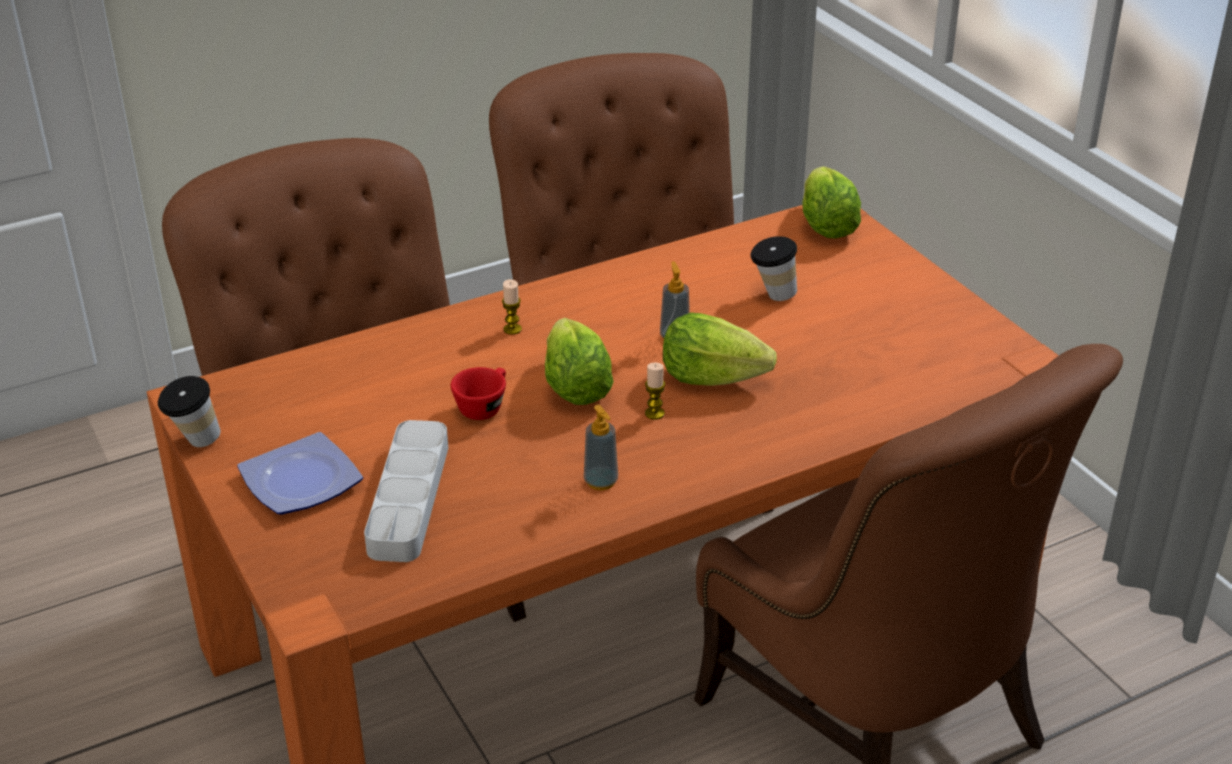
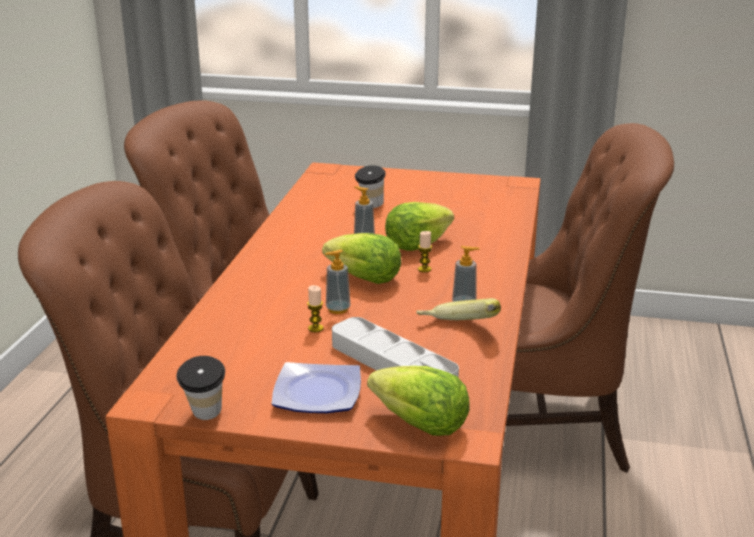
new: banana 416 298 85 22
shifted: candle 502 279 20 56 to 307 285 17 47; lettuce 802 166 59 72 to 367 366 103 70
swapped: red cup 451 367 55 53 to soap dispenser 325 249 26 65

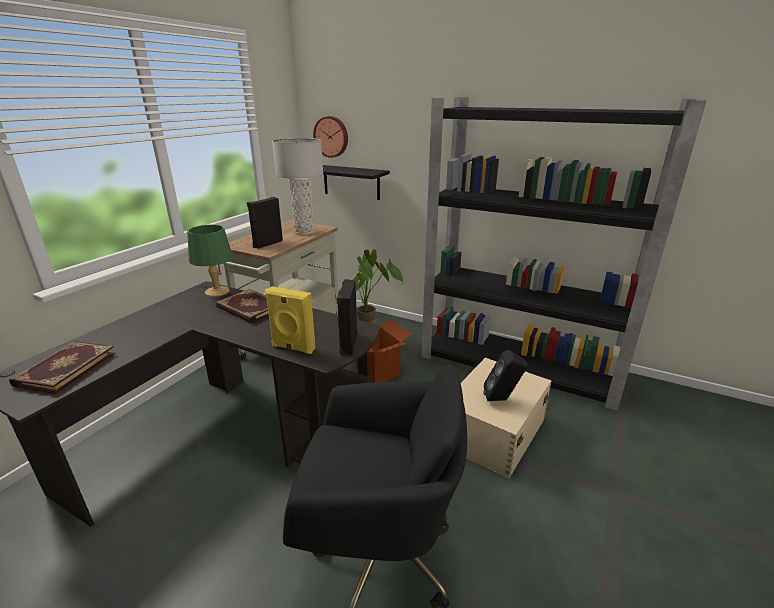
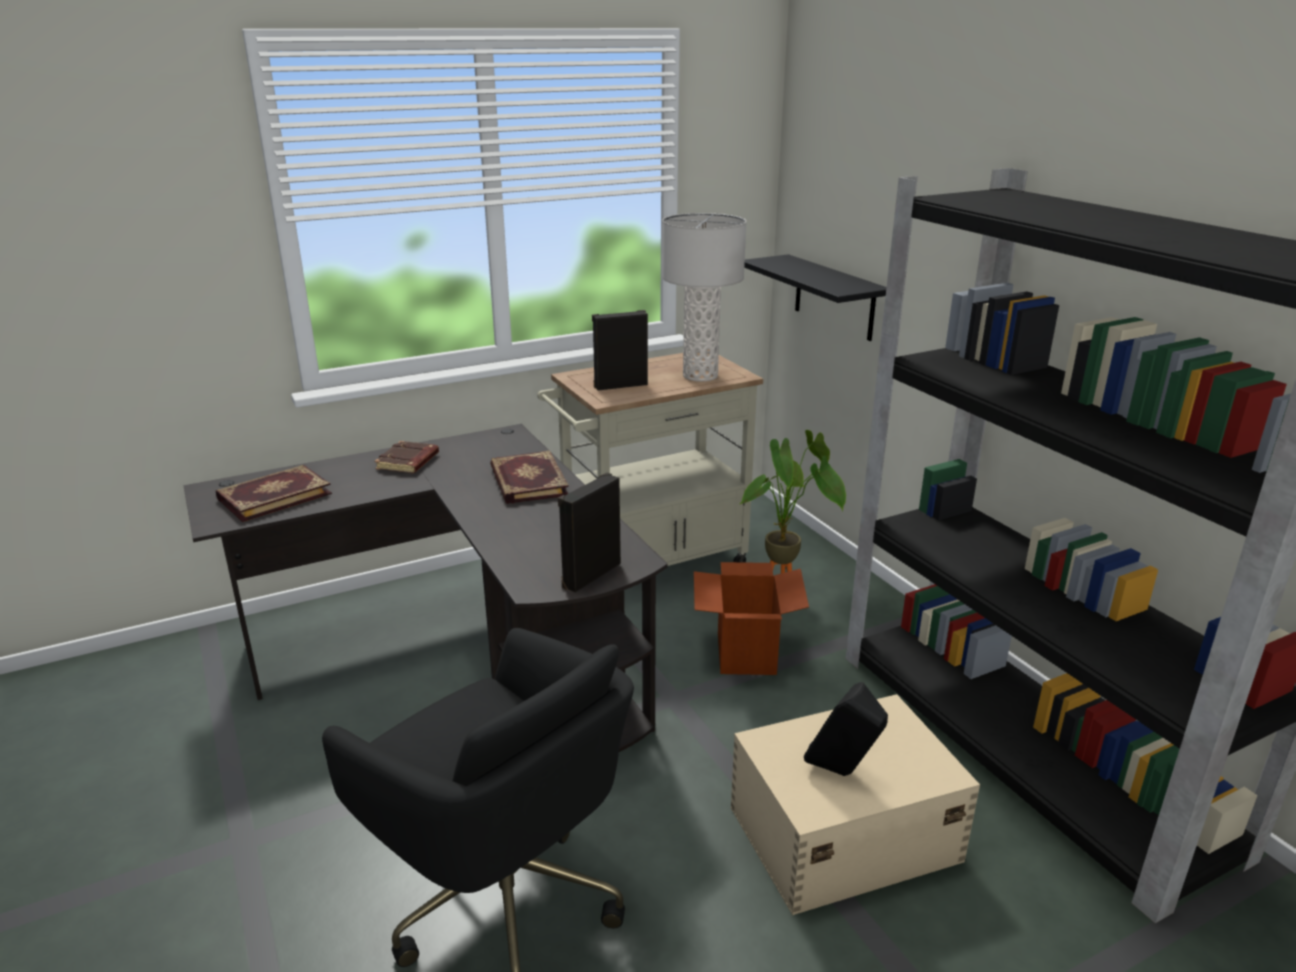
gone: green table lamp 187 224 46 73; yellow speaker 265 286 51 68; wall clock 313 116 35 42
new: brown book 375 441 64 32

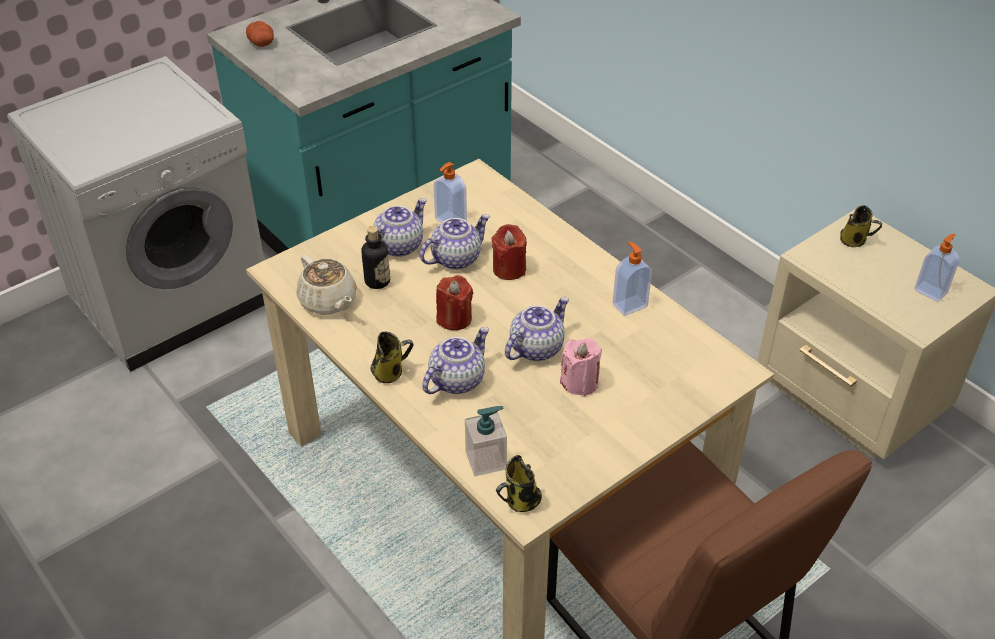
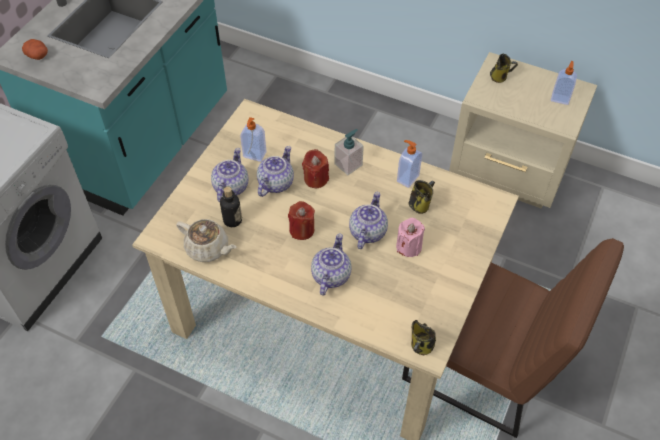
shifted: mug 370 332 44 51 to 409 180 26 34; soap dispenser 465 406 42 70 to 335 129 29 46

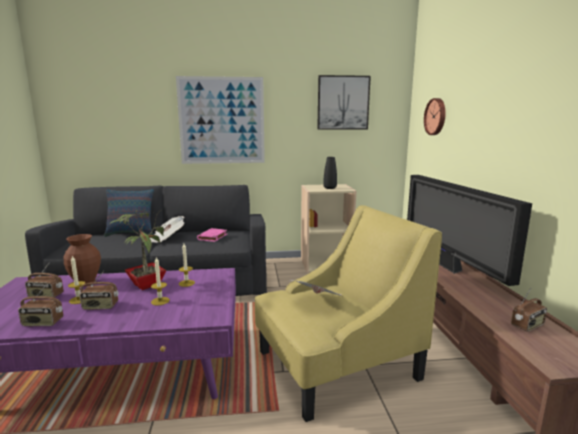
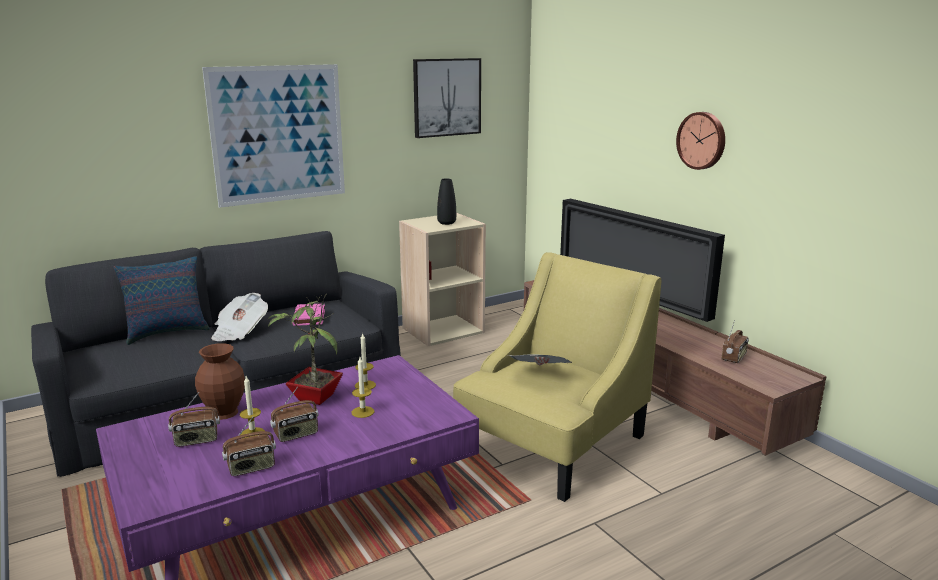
shifted: wall clock 424 98 22 37 to 676 112 49 58

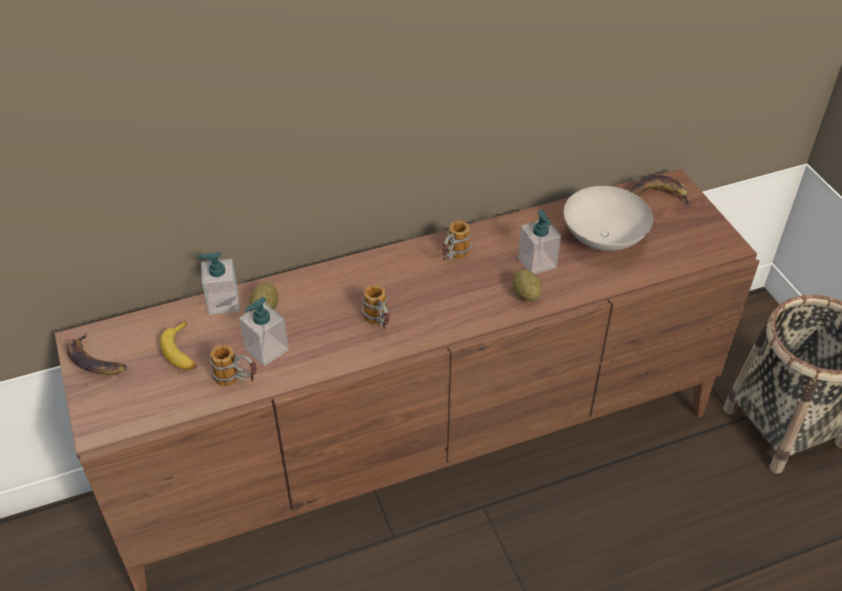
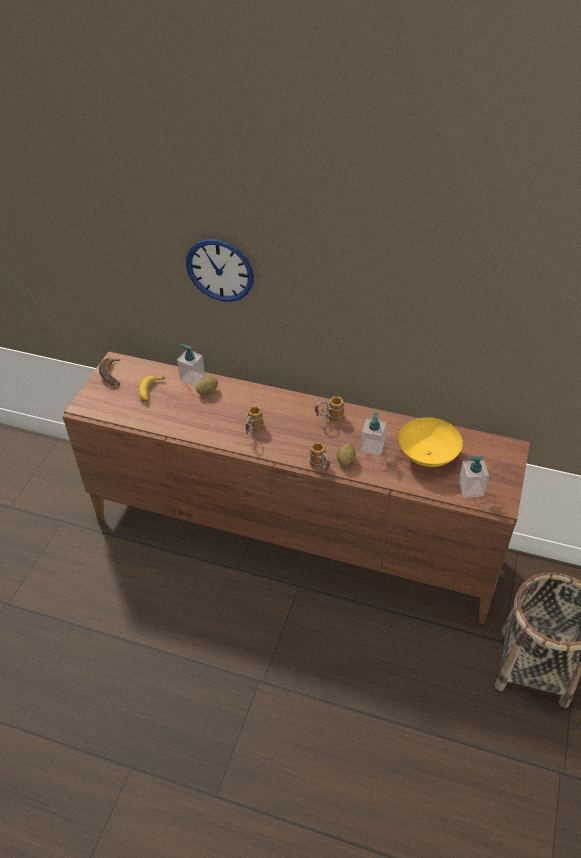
gone: banana 629 175 61 32
new: wall clock 186 239 68 63
shifted: mug 210 345 47 41 to 309 442 21 29; soap dispenser 239 297 50 69 to 458 456 31 42
repainted: white bowl 564 186 89 65 to yellow bowl 398 417 65 50

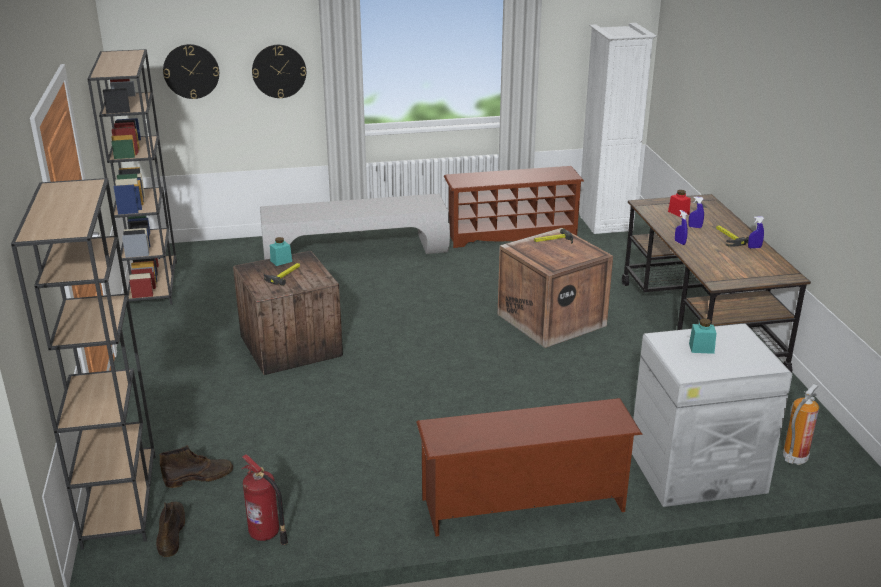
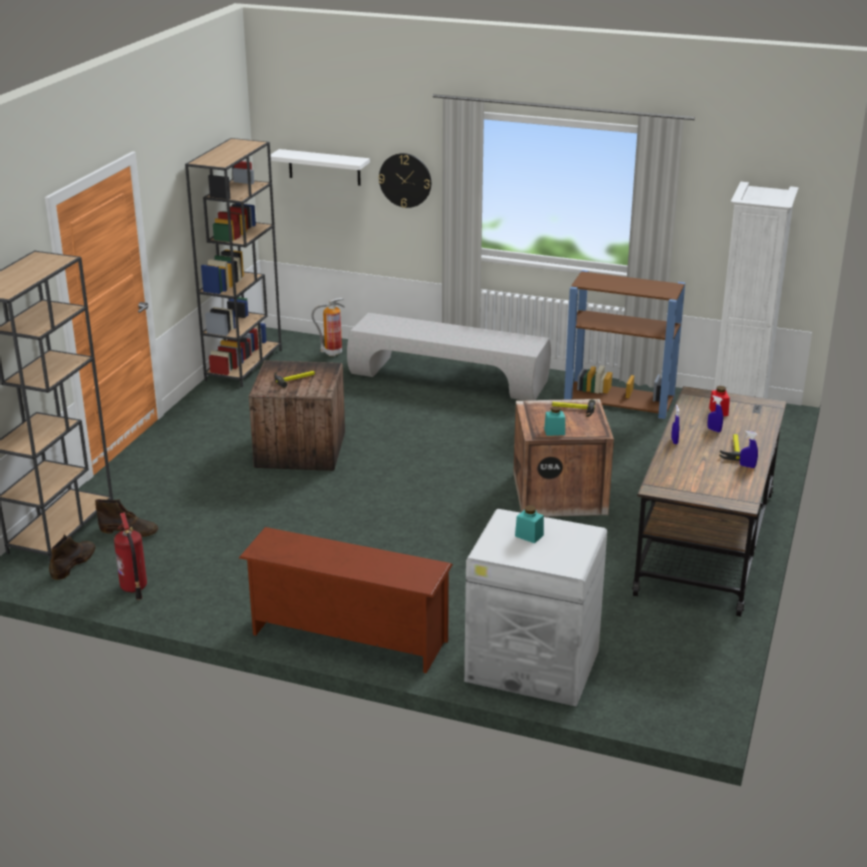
shifted: turquoise jar 270 237 22 29 to 544 406 21 30; fire extinguisher 783 383 36 82 to 311 298 33 58
swapped: wall clock 163 44 56 55 to white shelf 270 149 100 37; brown shoe rack 444 166 140 82 to brown bookcase 564 270 121 149

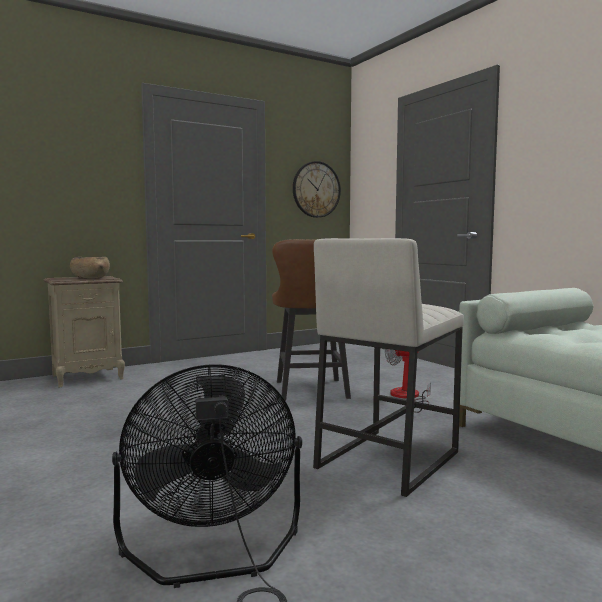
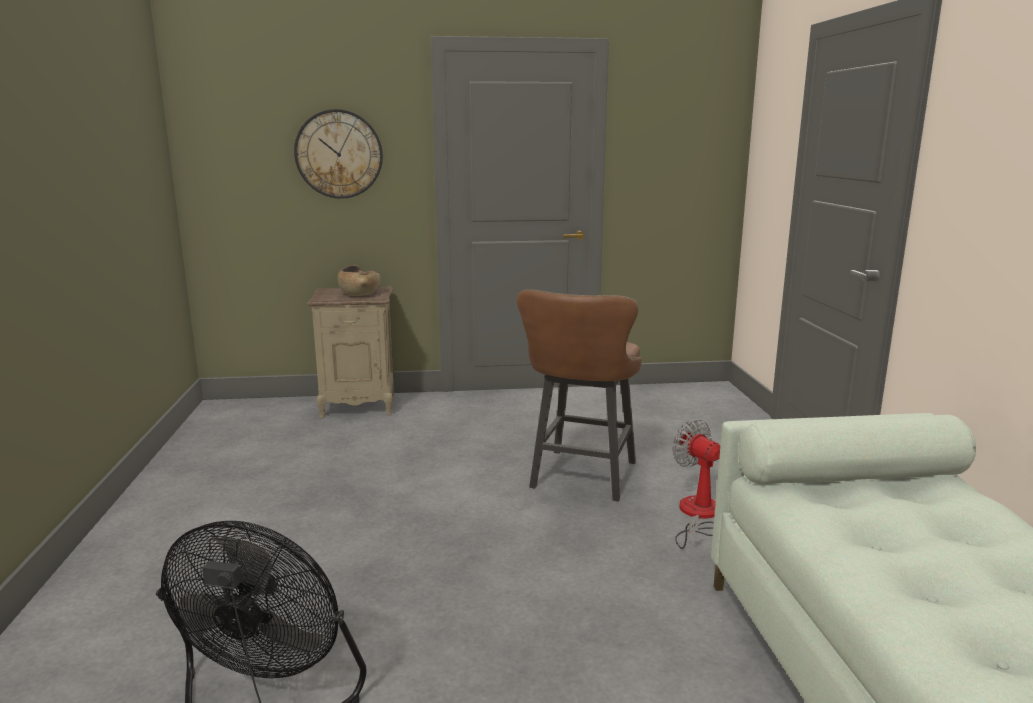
gone: beige stool 313 238 151 259
shifted: wall clock 293 161 48 57 to 294 109 89 90

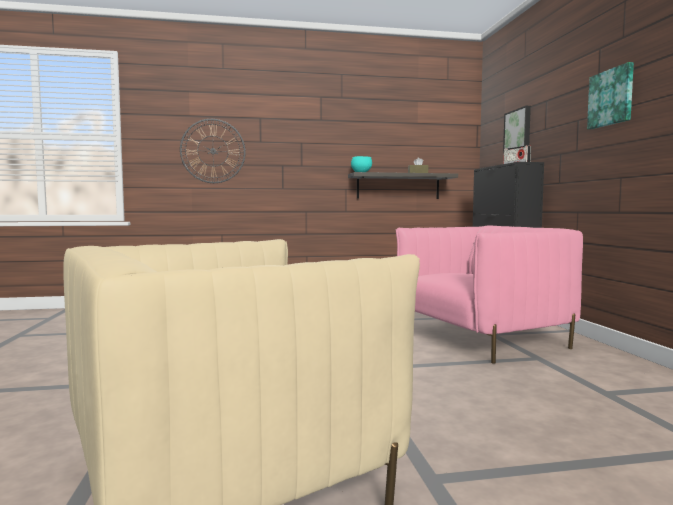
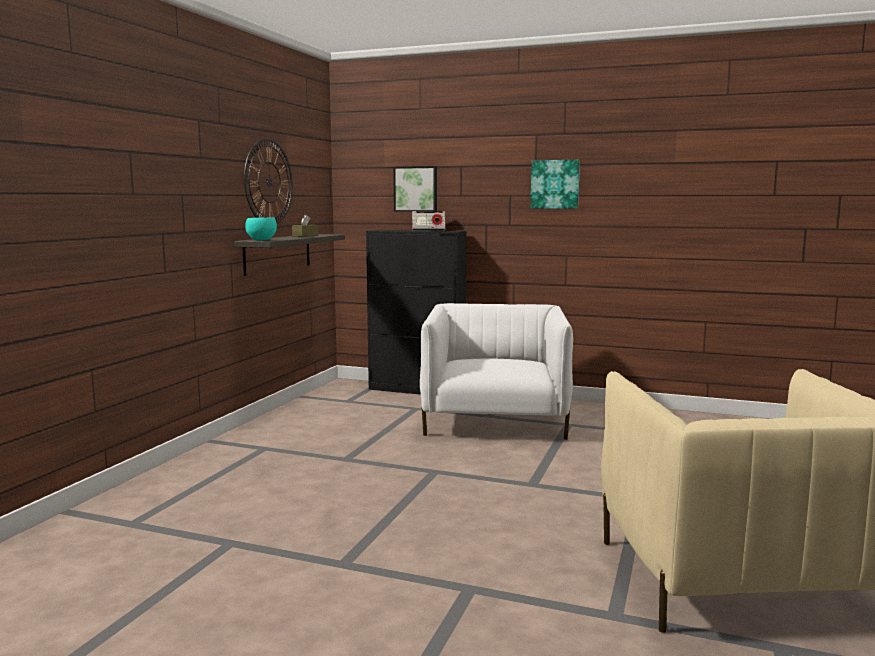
shifted: wall clock 180 119 66 64 to 244 139 49 85
repainted: pink armchair 396 225 187 138 to white armchair 420 303 153 137

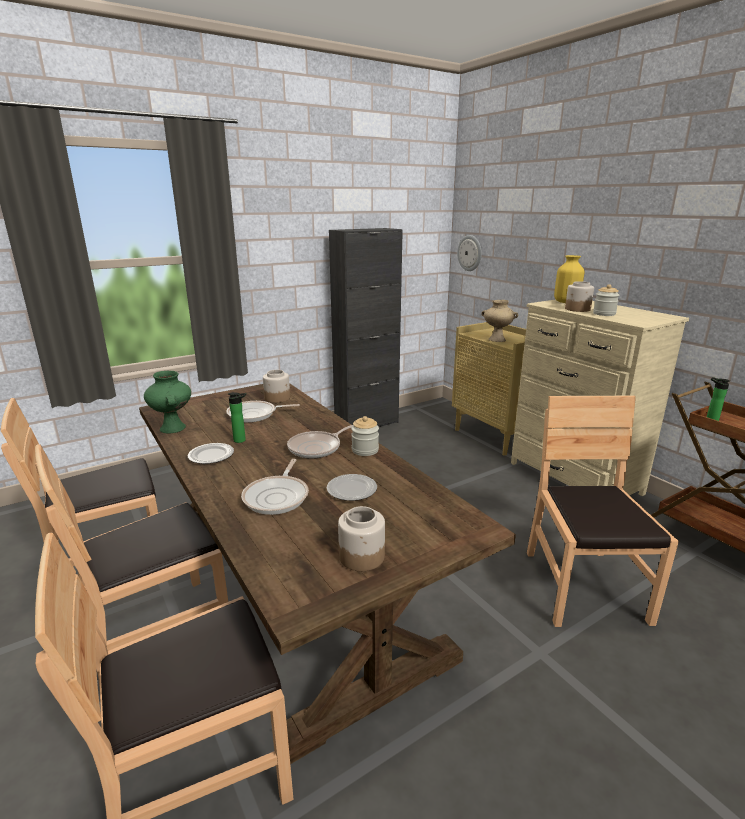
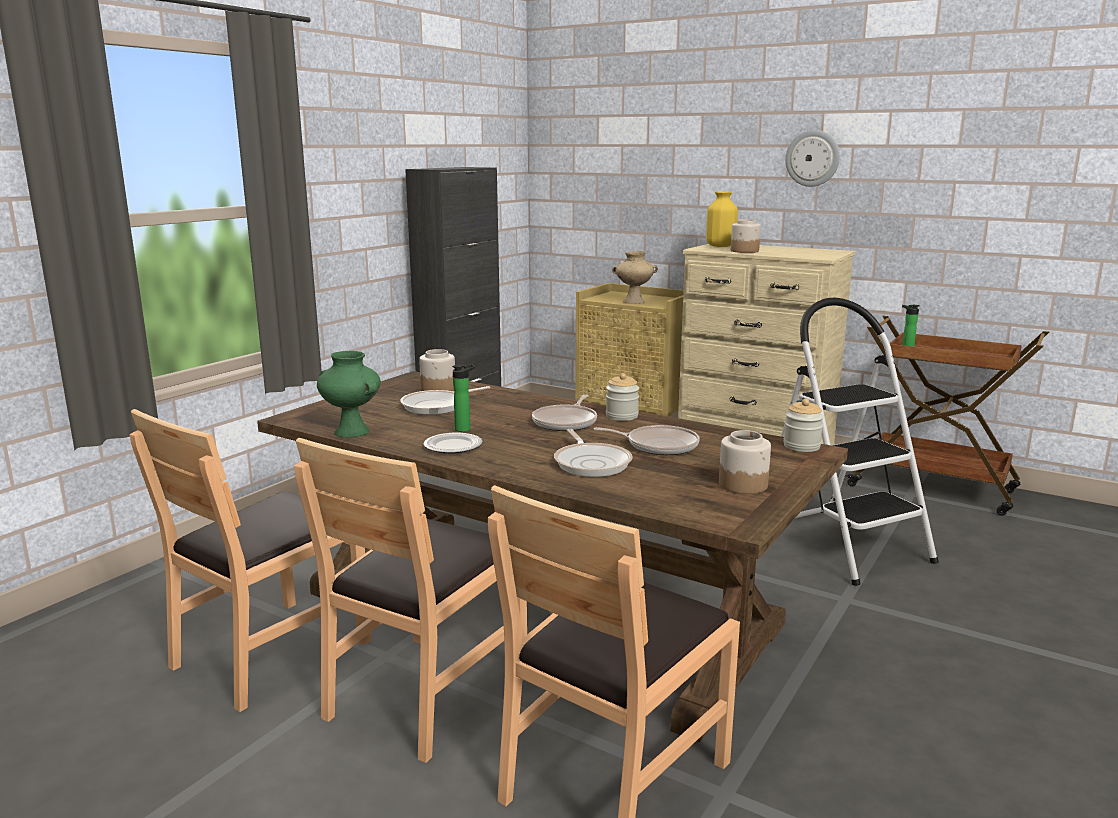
shifted: wall clock 457 235 25 36 to 785 130 55 57; jar 593 284 27 32 to 783 399 41 53
swapped: plate 327 474 50 27 to frying pan 594 425 105 30; brown chair 527 396 152 231 to step ladder 781 298 158 288

